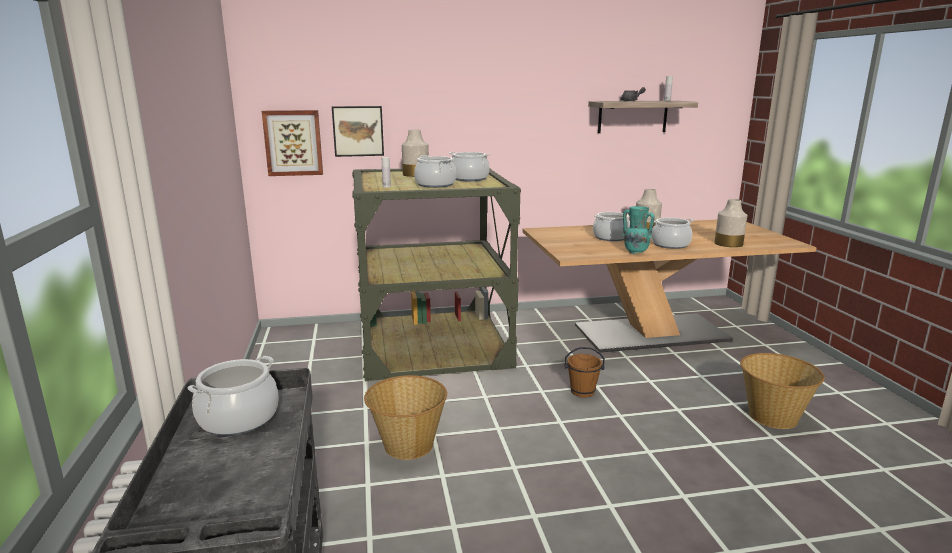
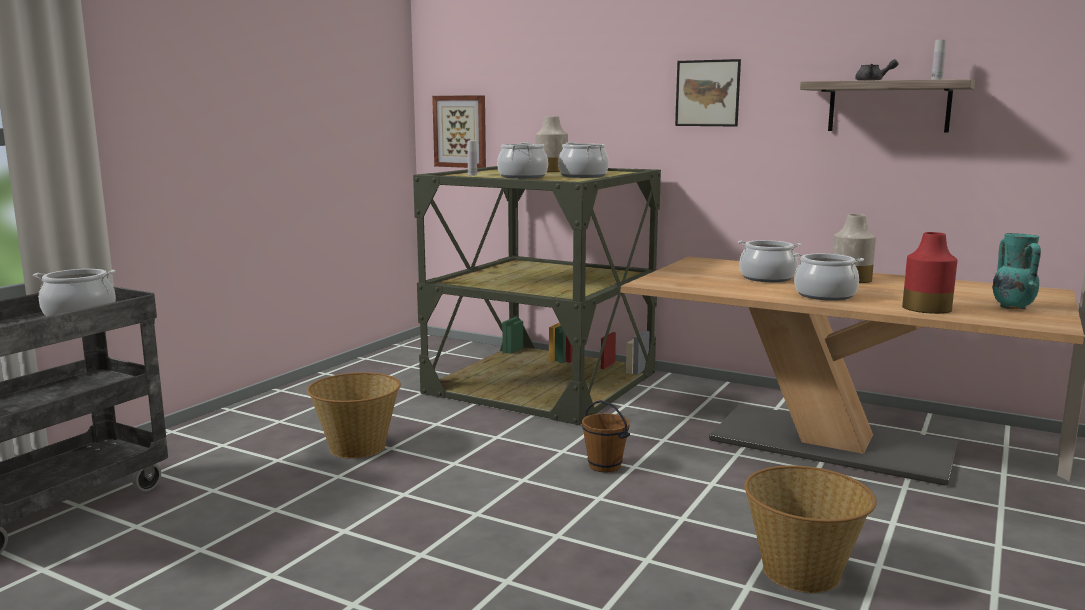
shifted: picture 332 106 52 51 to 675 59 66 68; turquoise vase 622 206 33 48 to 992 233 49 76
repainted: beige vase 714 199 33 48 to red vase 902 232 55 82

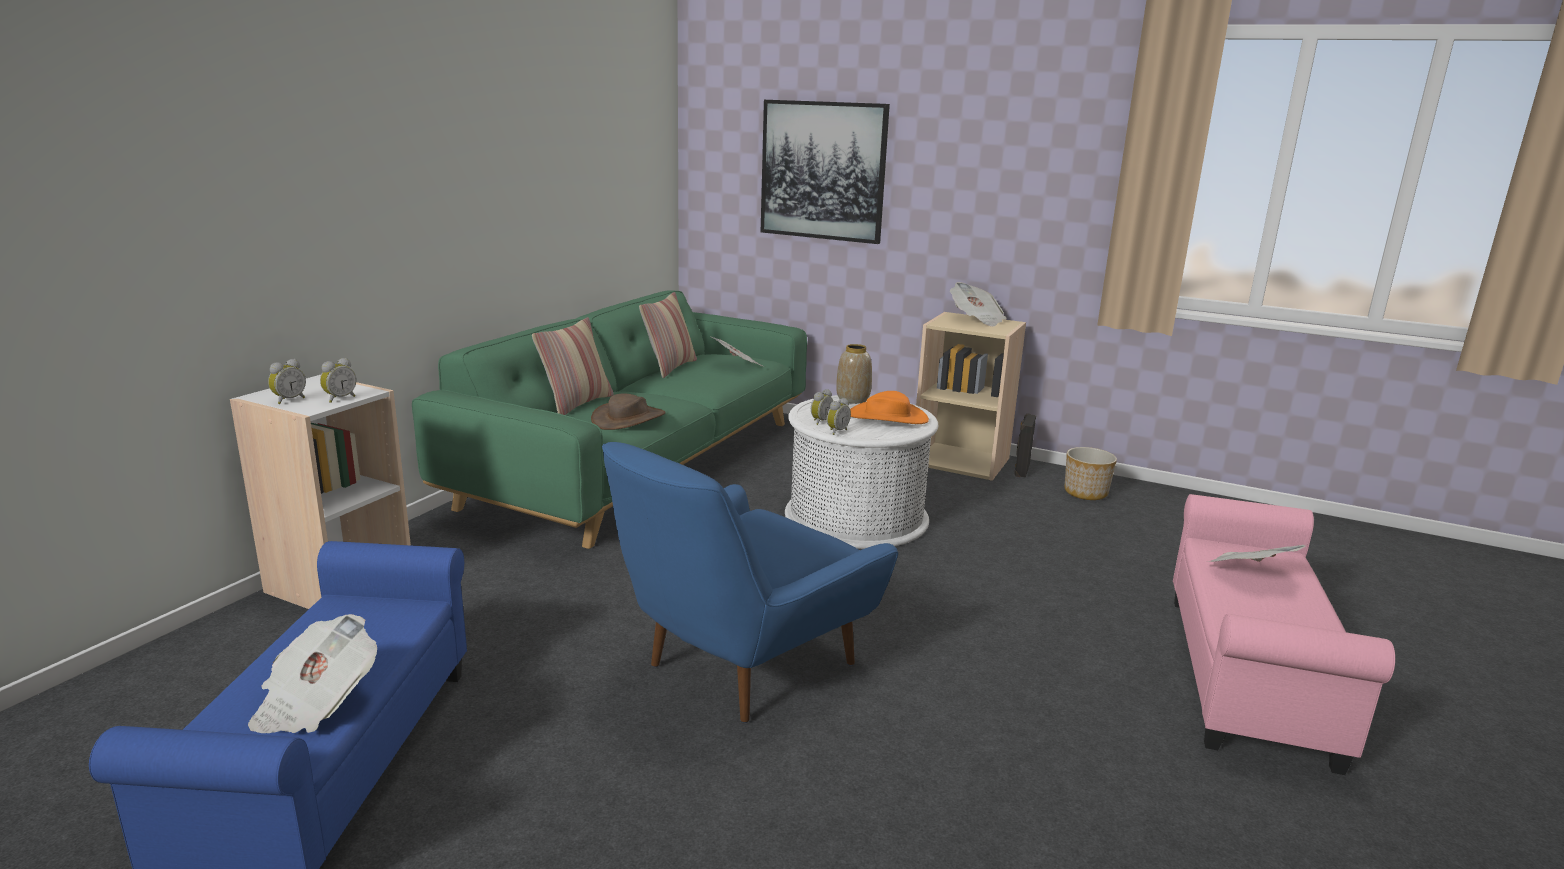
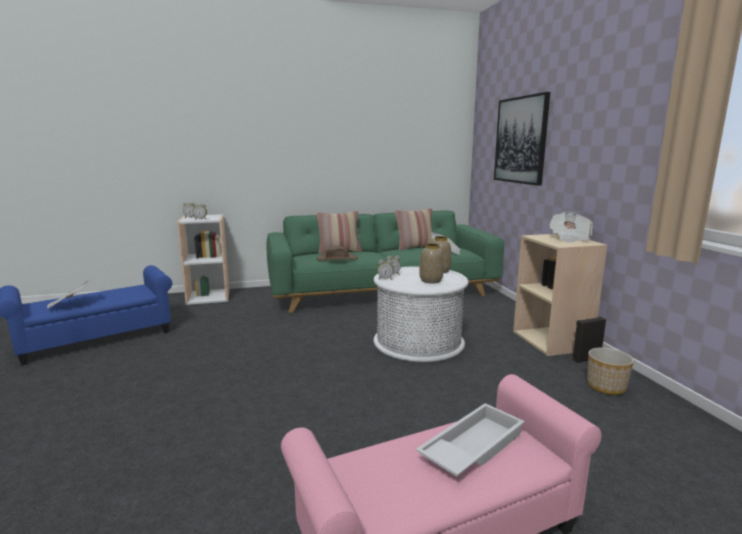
gone: blue armchair 602 442 296 281
swapped: orange hat 850 391 79 33 to vase 419 243 25 41; newspaper 1208 544 99 18 to white tray 416 403 109 73

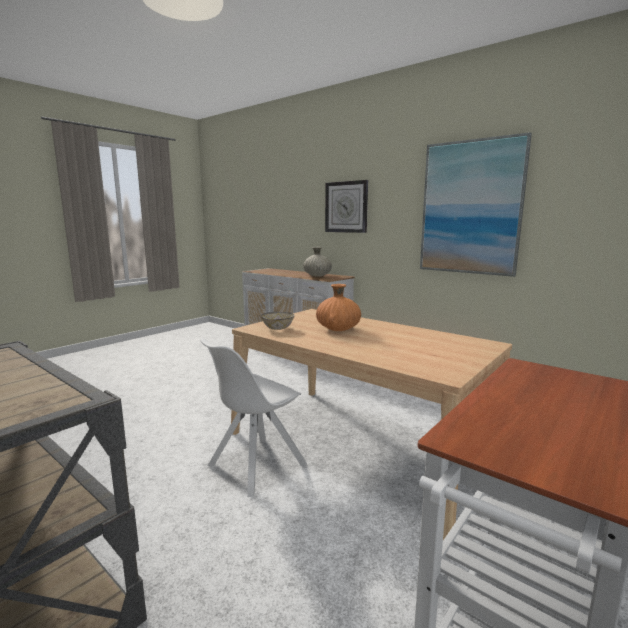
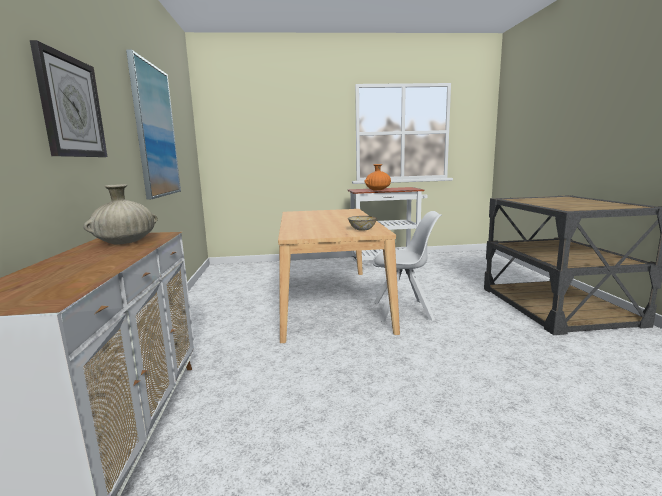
shifted: orange vase 316 284 45 47 to 364 164 27 26

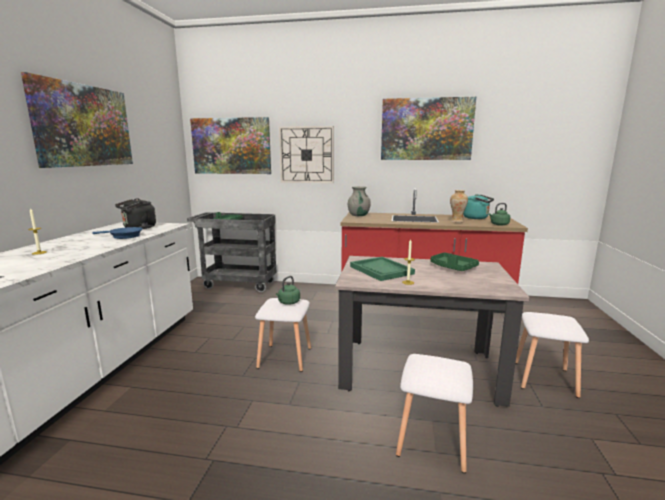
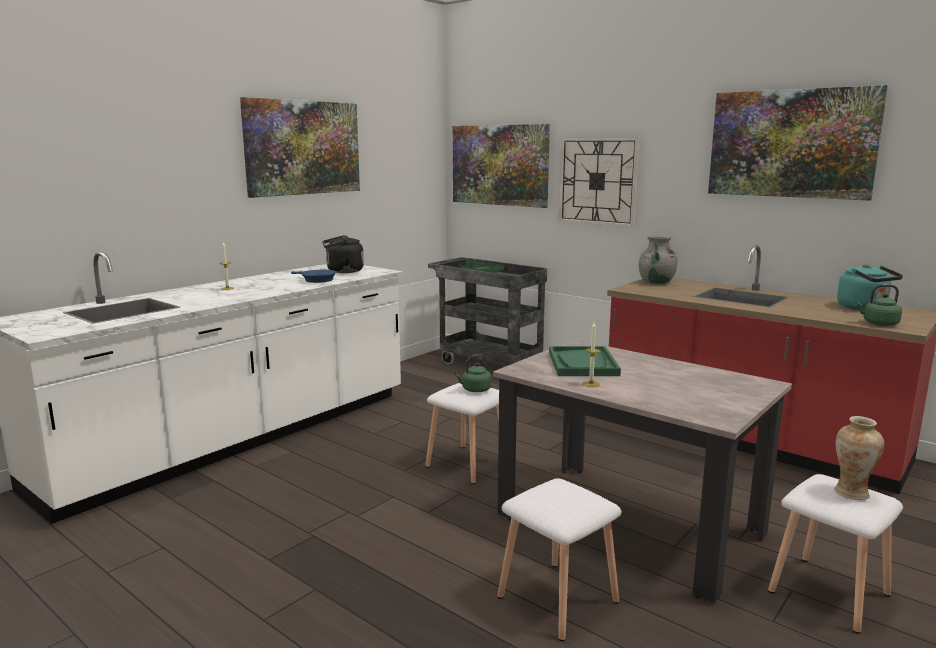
gone: green tray 430 252 49 19
shifted: vase 450 190 18 33 to 834 416 50 84

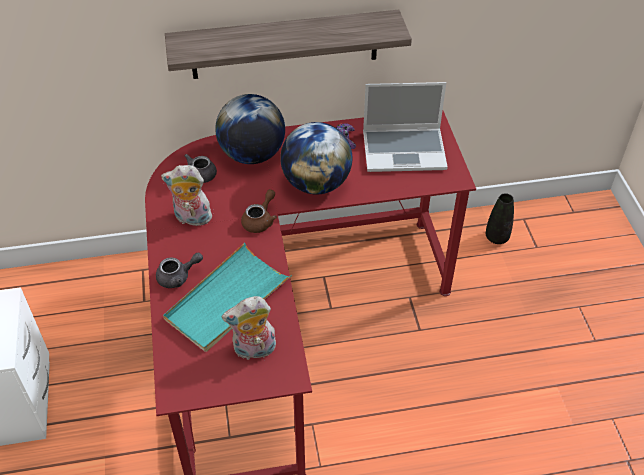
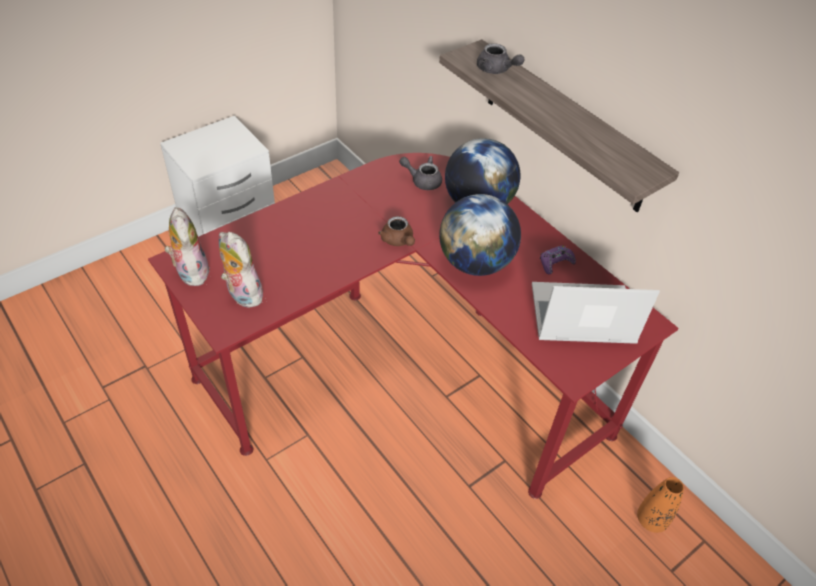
gone: turquoise tray 163 243 129 109
shifted: grey teapot 156 252 47 36 to 477 43 48 31; plush toy 161 165 53 61 to 165 207 46 79
repainted: black vase 486 193 28 51 to orange vase 637 477 47 56
rotated: brown teapot 241 189 36 44 = 378 216 37 30 60 degrees clockwise; laptop 363 82 85 90 = 532 282 128 62 120 degrees clockwise

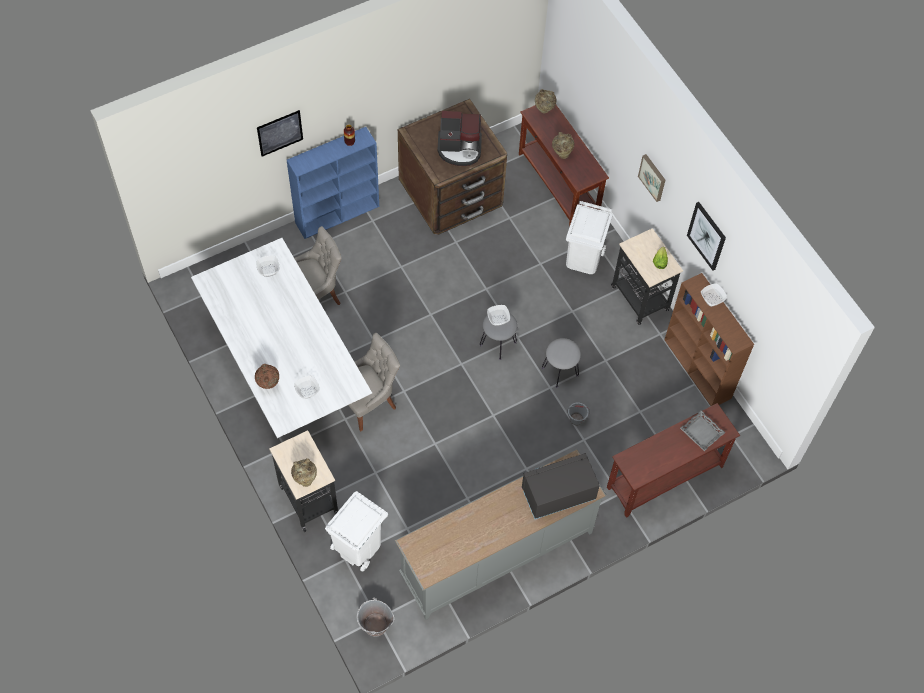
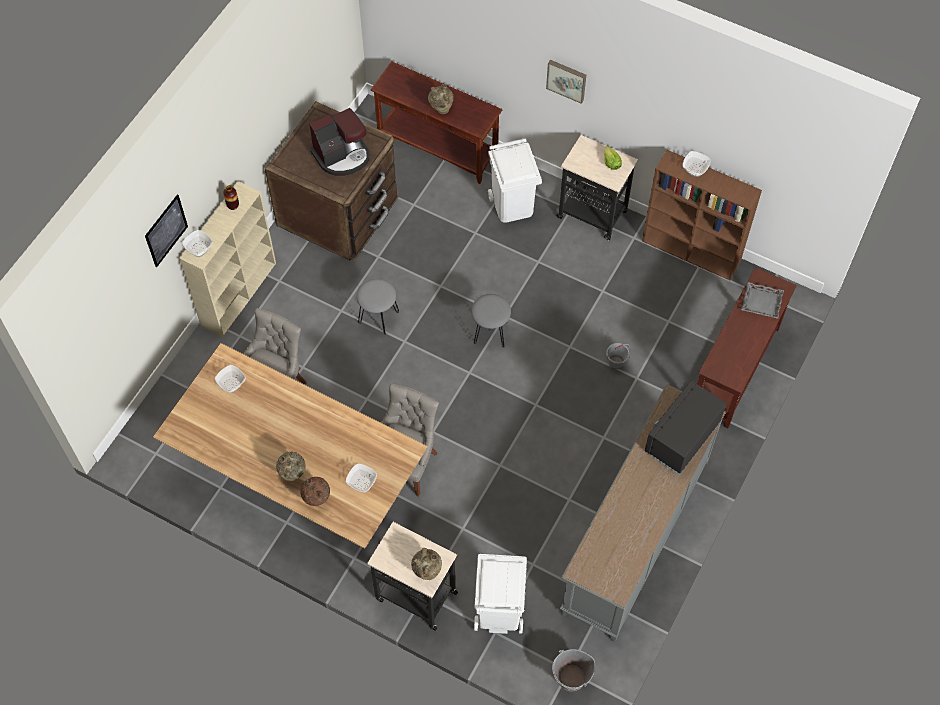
gone: picture 687 202 39 69
shifted: bowl 487 305 23 21 to 182 230 31 27; beige vase 535 89 21 24 to 276 452 30 29; grey stool 542 338 39 50 to 357 279 42 56
repainted: white dining table 191 238 181 200 to brown dining table 153 343 275 205; blue bookcase 287 127 92 112 to beige bookcase 179 181 97 156

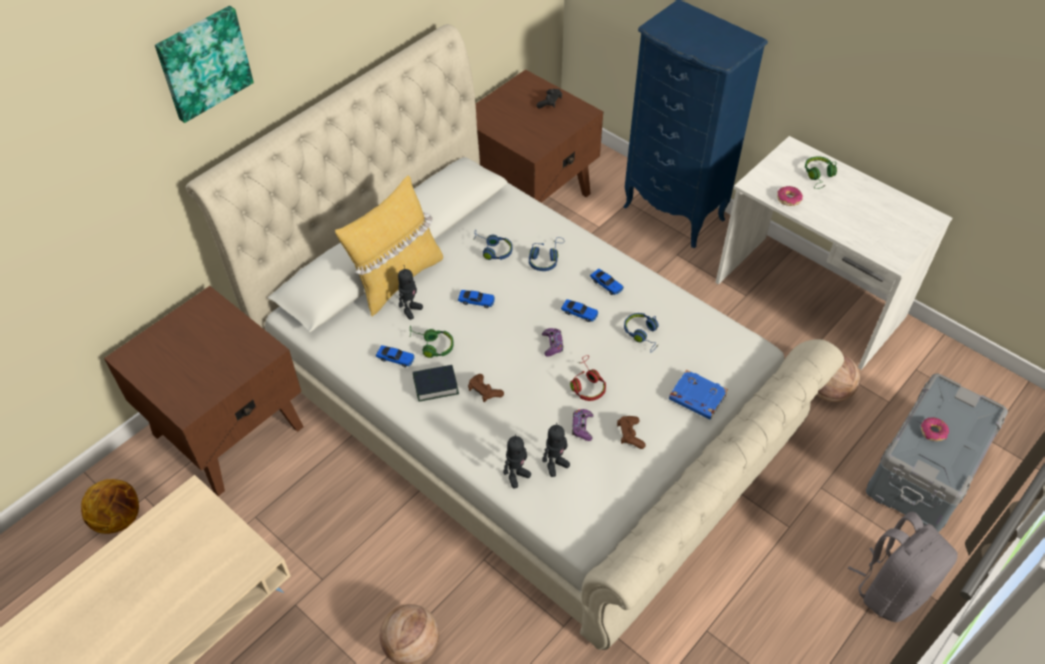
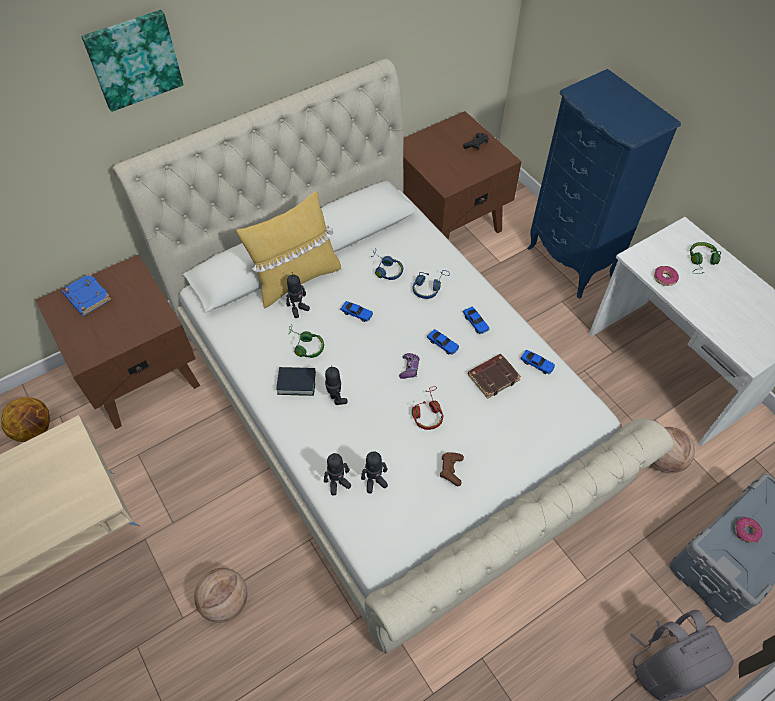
gone: purple game controller 572 409 21 32
shifted: toy car 376 345 39 22 to 520 350 35 24; blue book 669 369 59 50 to 62 273 49 43
swapped: brown game controller 468 374 36 28 to toy robot 325 365 23 40; blue headphones 624 313 35 40 to brown book 468 354 53 45

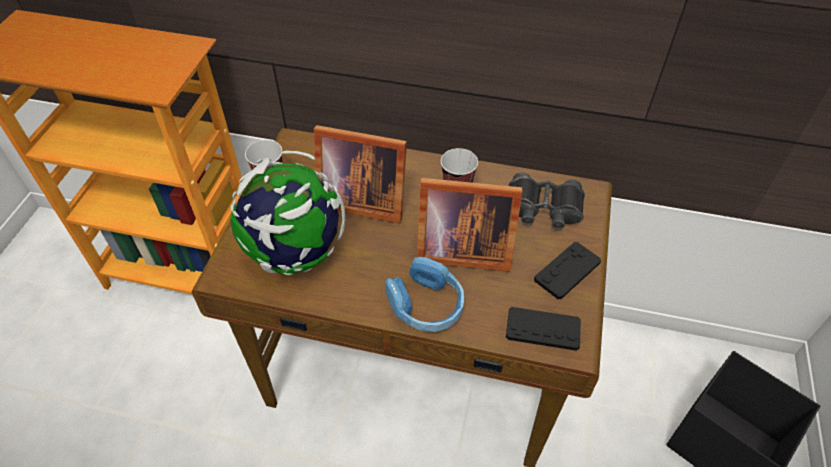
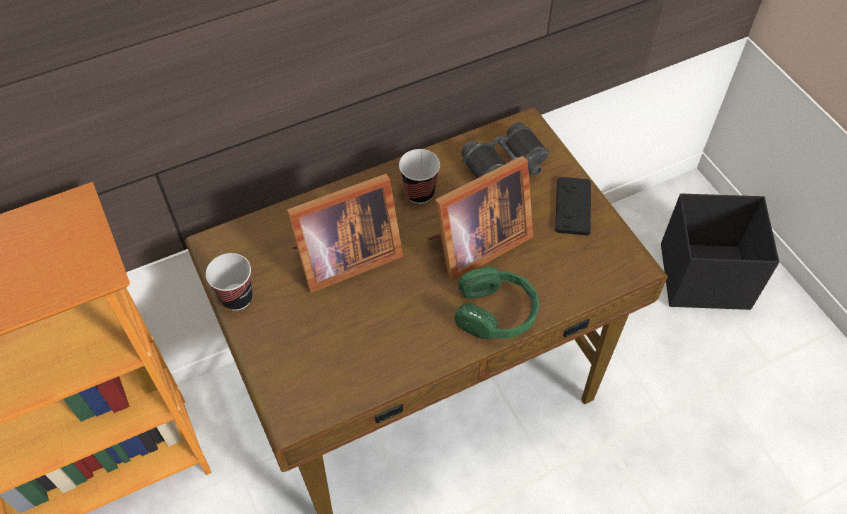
gone: globe 230 151 115 124; black game controller 506 307 75 44
repainted: blue headphones 385 257 79 75 to green headphones 454 267 85 73

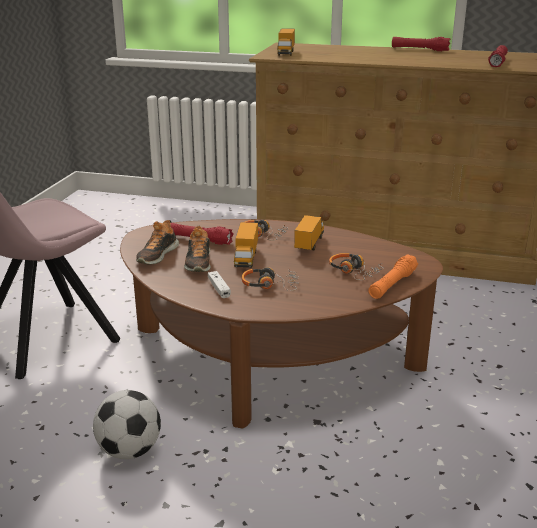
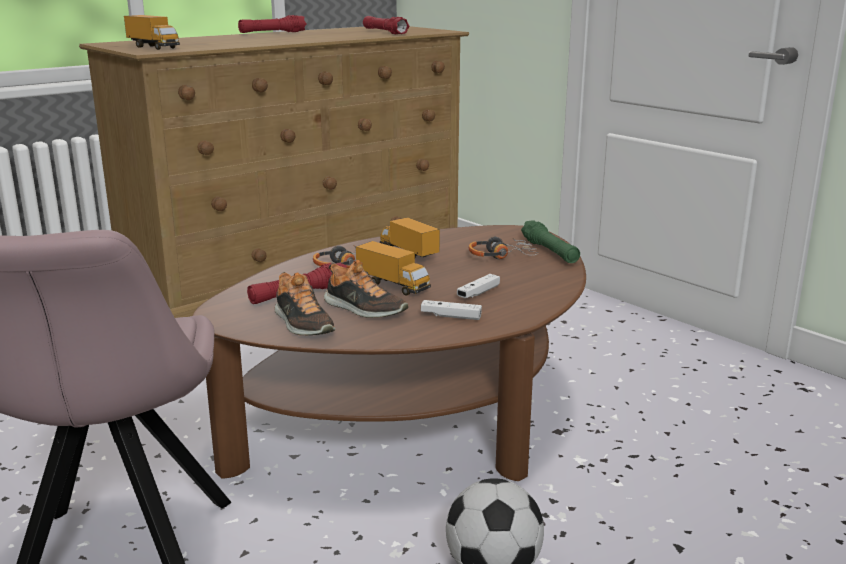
swapped: headphones 242 267 57 24 to white game controller 457 274 43 24
repainted: orange flashlight 368 254 50 45 to green flashlight 521 220 59 43

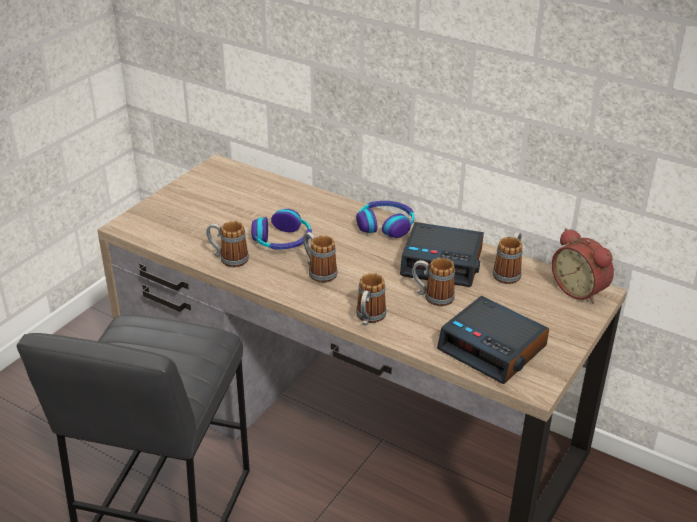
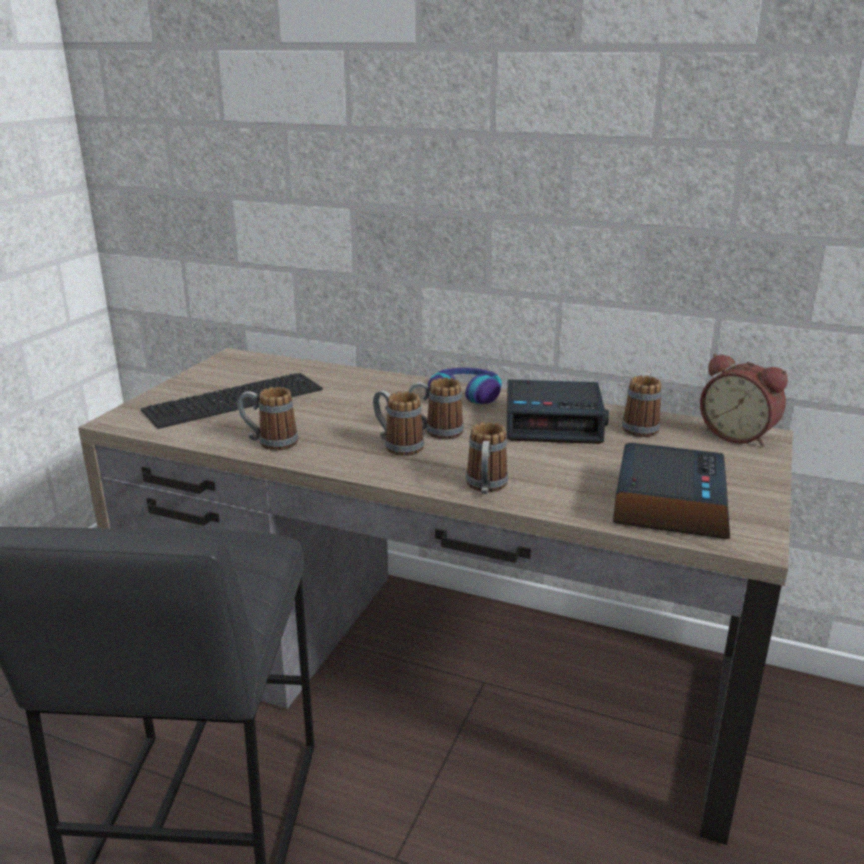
gone: headphones 251 209 61 41
new: keyboard 141 373 182 56
shifted: mug 412 258 43 48 to 408 378 56 62
rotated: alarm clock 437 296 112 88 = 613 443 117 96 105 degrees counterclockwise

